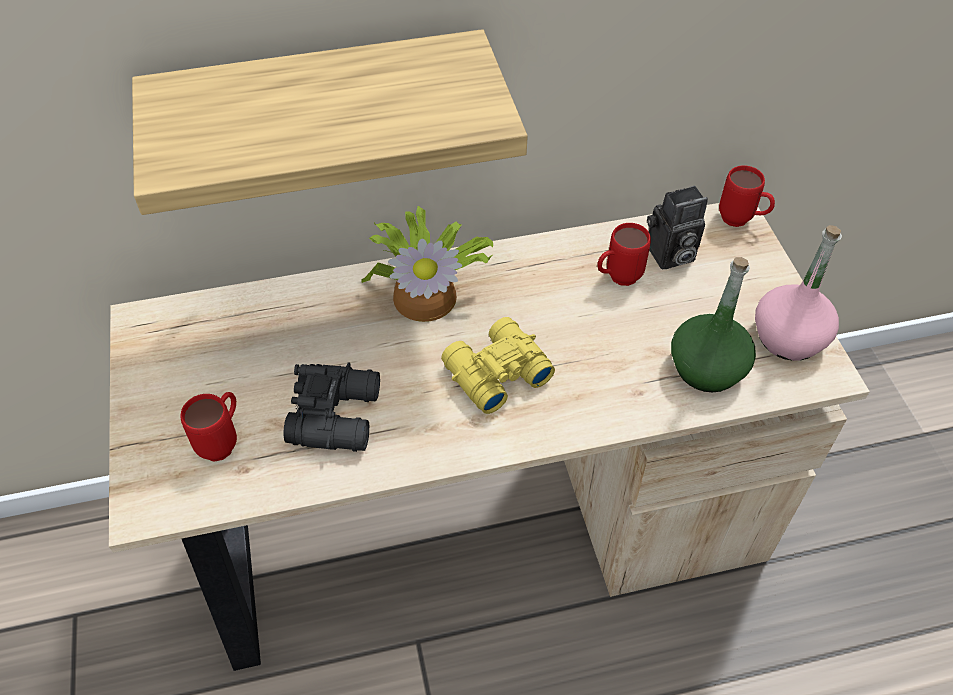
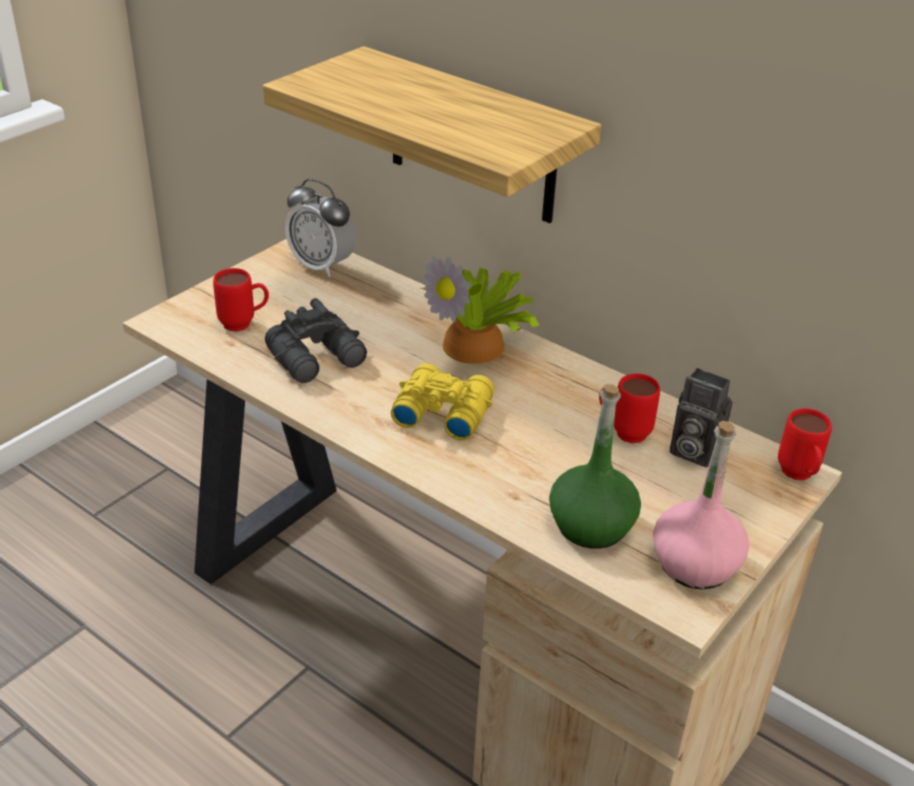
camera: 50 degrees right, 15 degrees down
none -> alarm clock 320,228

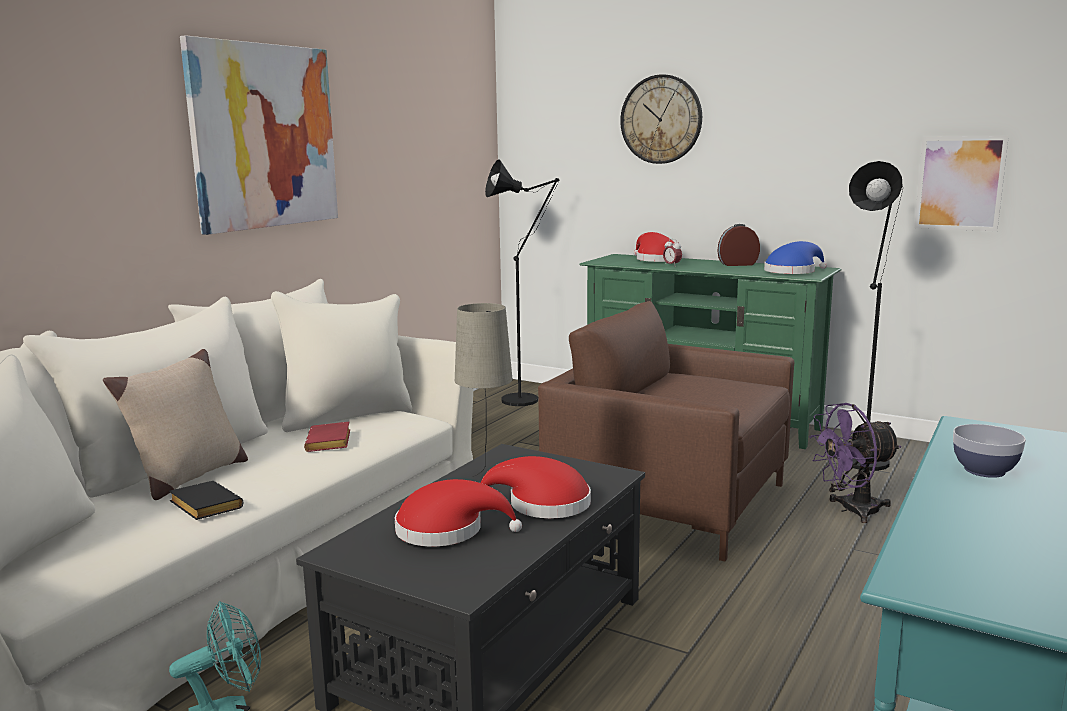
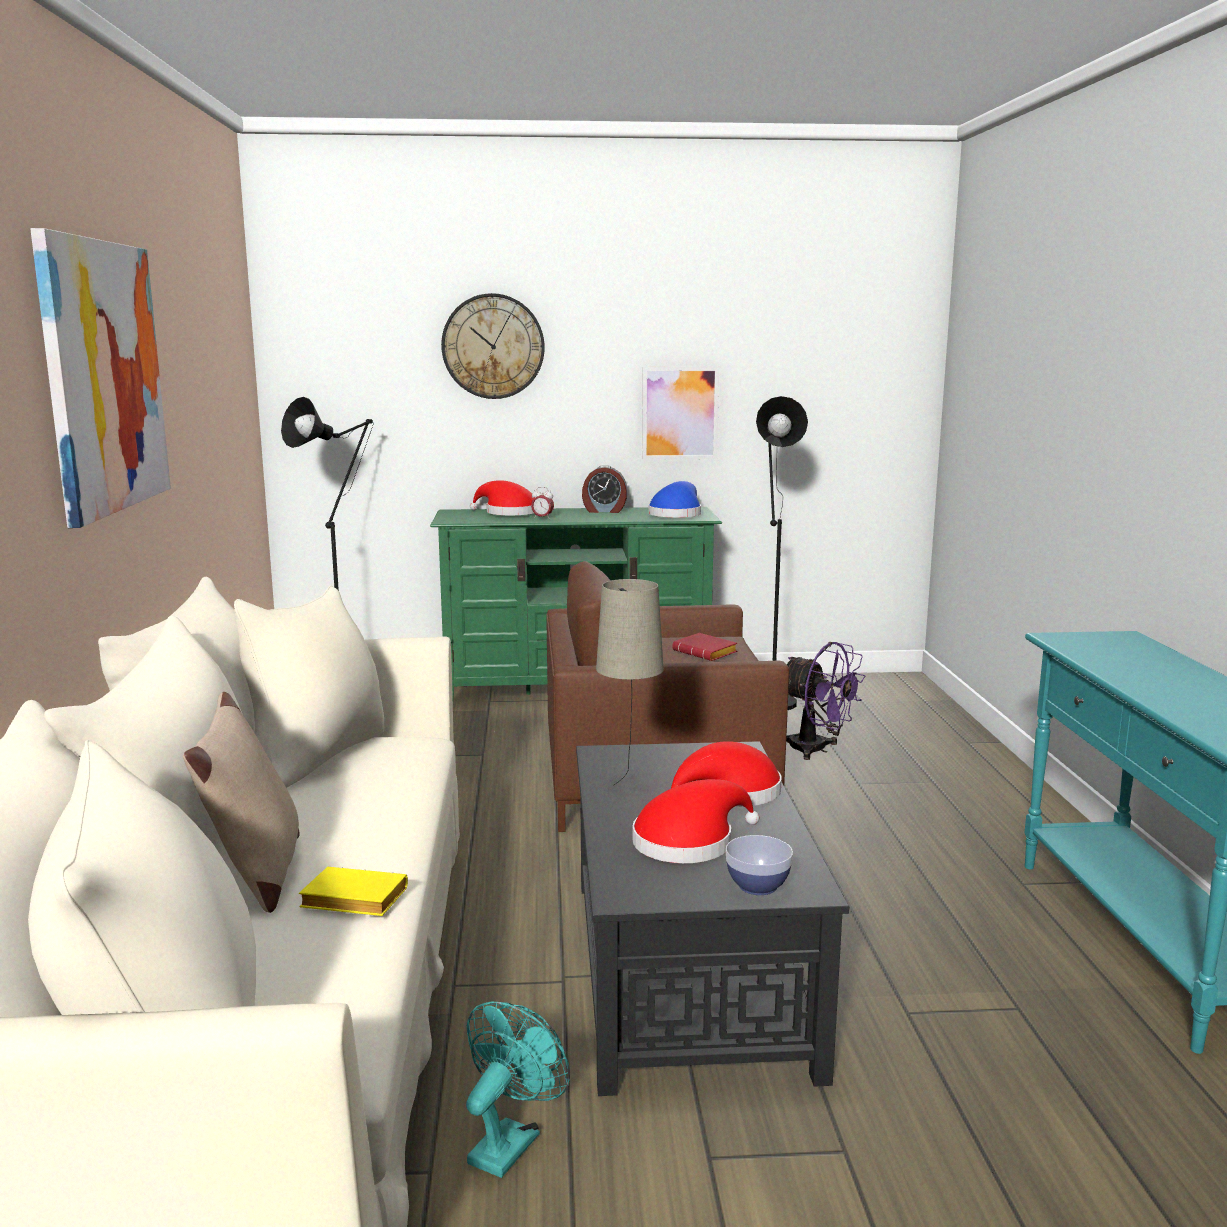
camera: 35 degrees left, 0 degrees up
book in black 206,500 -> book in yellow 353,891
book in red 327,437 -> book in red 704,647, shifted
alarm clock 738,245 -> alarm clock 605,489, 135 degrees counterclockwise
fan in purple 855,463 -> fan in purple 826,701, 90 degrees counterclockwise
picture 961,183 -> picture 680,413, shifted
bowl 989,451 -> bowl 759,865, shifted

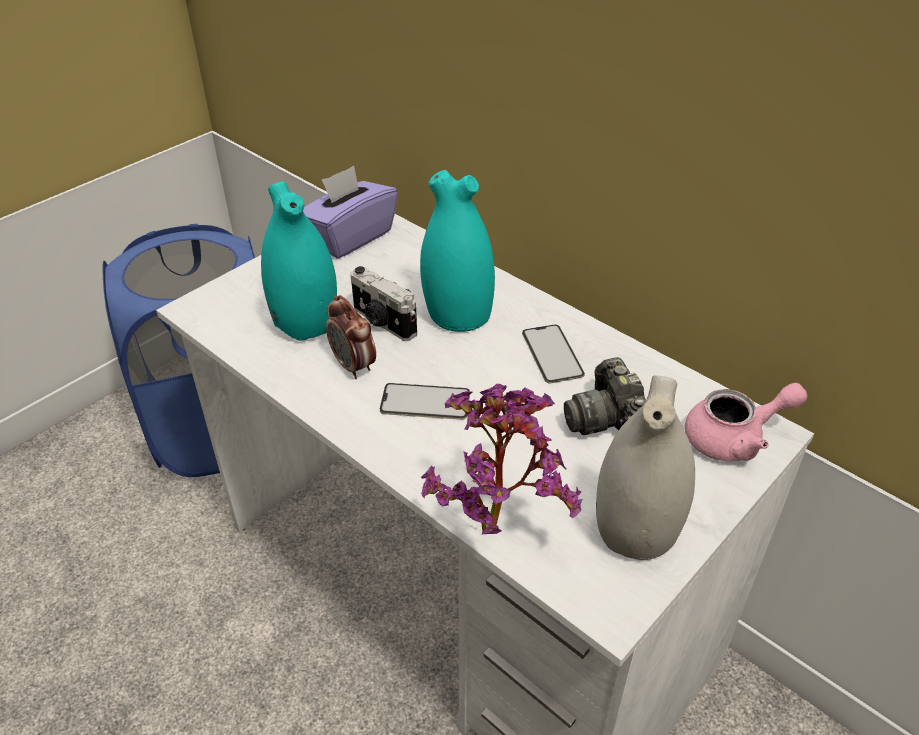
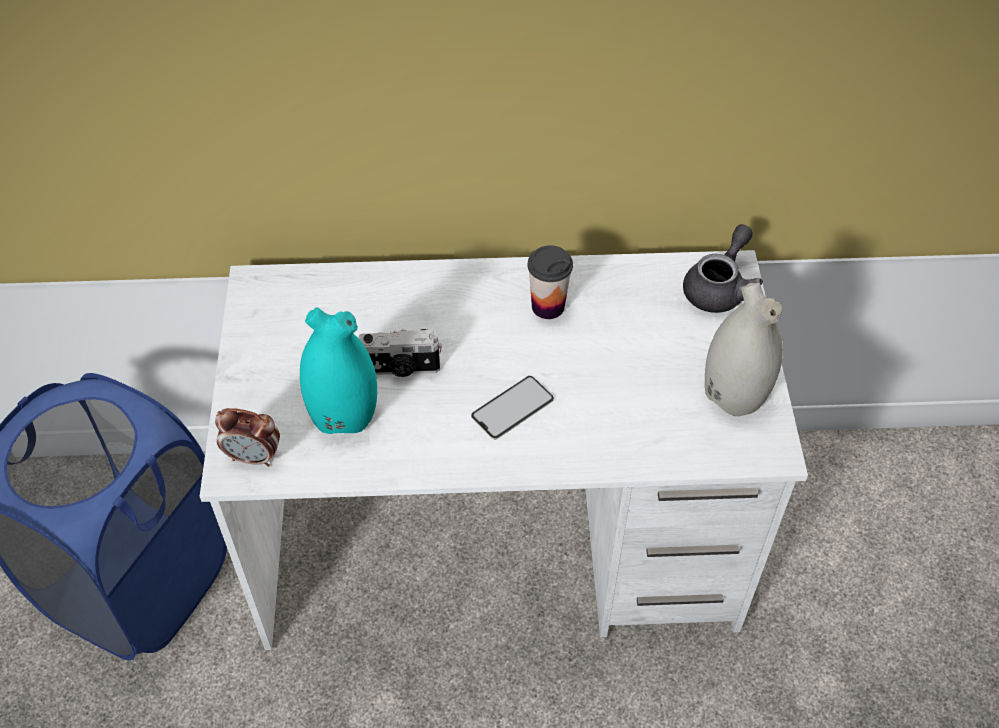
camera: 45 degrees left, 10 degrees up
tissue box in purple 350,212 -> none
alarm clock 351,337 -> alarm clock 247,437, shifted
vase in turquoise 457,251 -> none
potted plant 501,459 -> none
phone 553,354 -> cup 550,282
photo camera 605,396 -> none
teapot in pink 746,422 -> teapot in grey 723,268

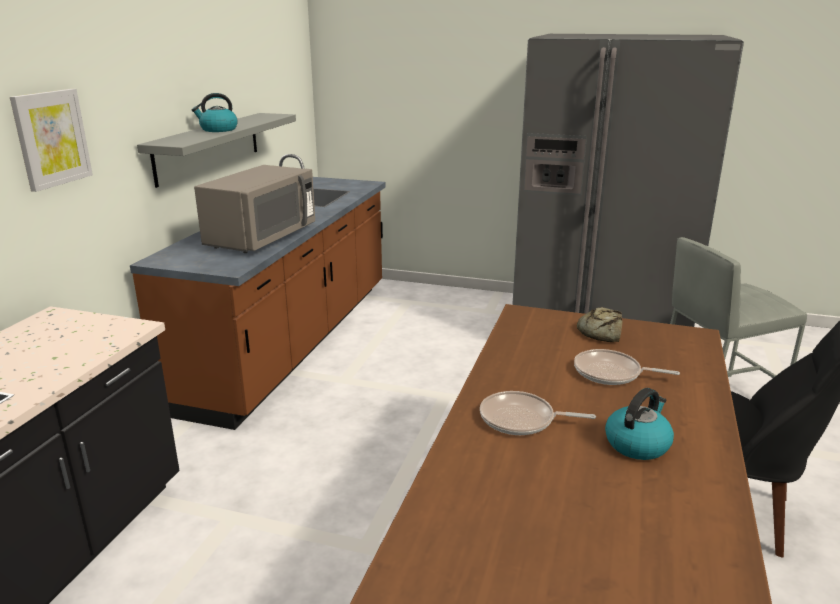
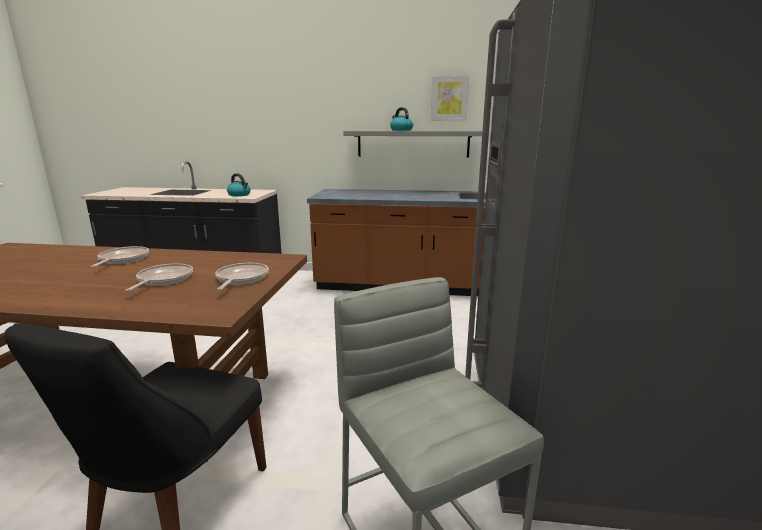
camera: 80 degrees right, 5 degrees down
picture 51,140 -> picture 450,98, shifted
microwave in grey 254,209 -> none
bread 600,324 -> frying pan 242,276
kettle 639,424 -> kettle 238,184, shifted

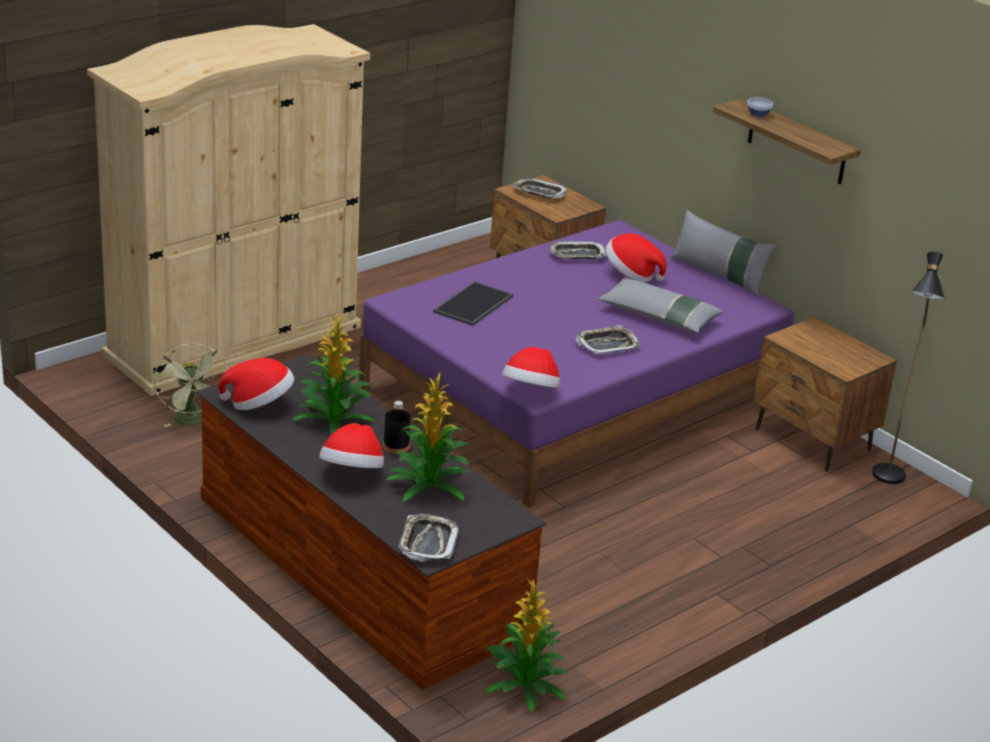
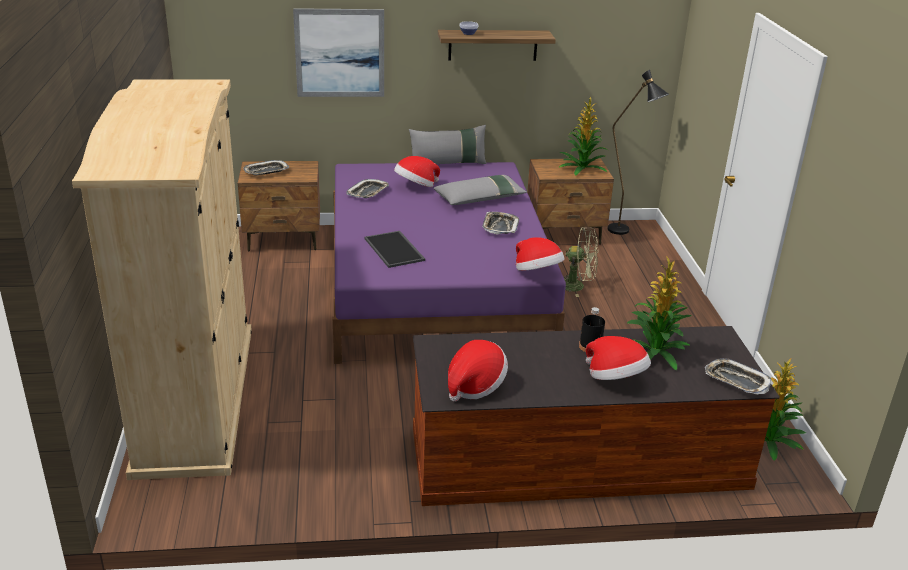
camera: 55 degrees left, 0 degrees up
fan in green 191,385 -> fan in green 581,262, shifted
potted plant 333,374 -> potted plant 583,136, shifted
none -> picture 338,52

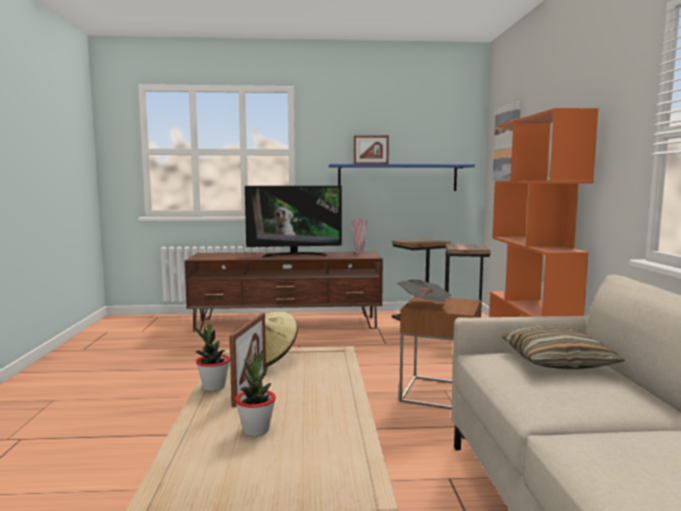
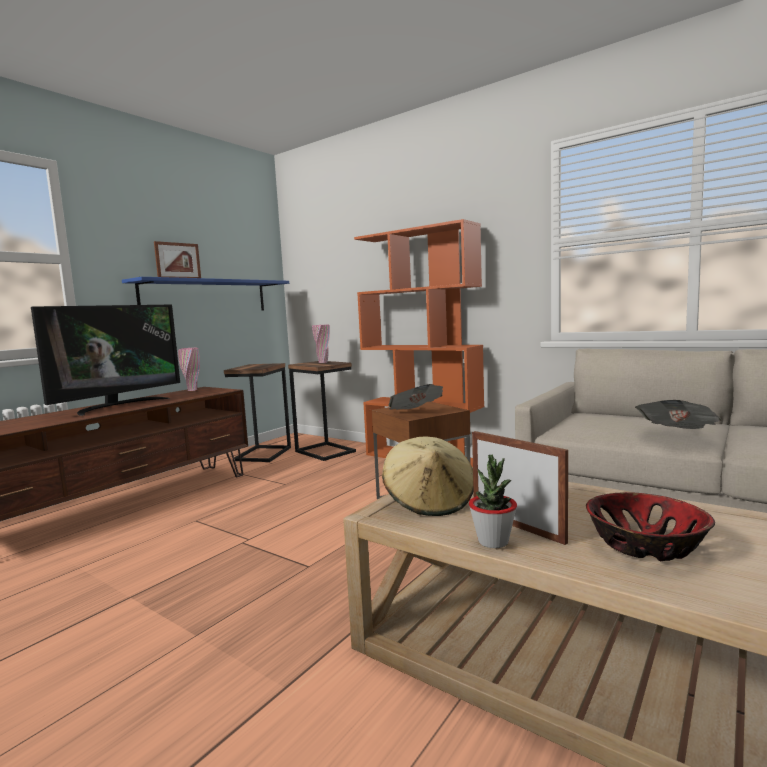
camera: 50 degrees left, 0 degrees up
potted plant 255,393 -> bowl 650,526
picture 506,140 -> none
pillow 563,347 -> none
none -> vase in pink 321,344
none -> newspaper 678,414

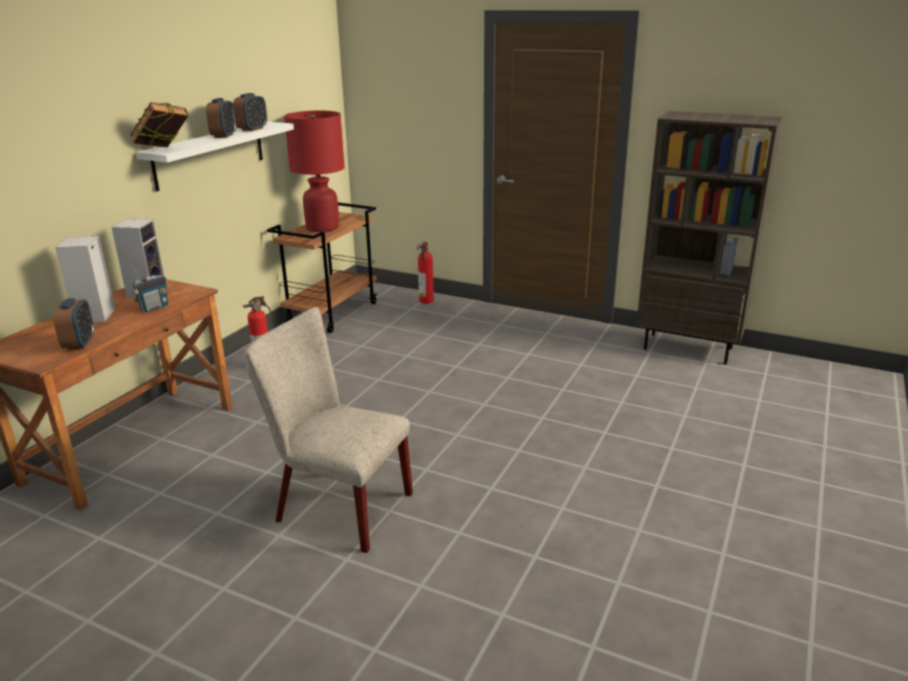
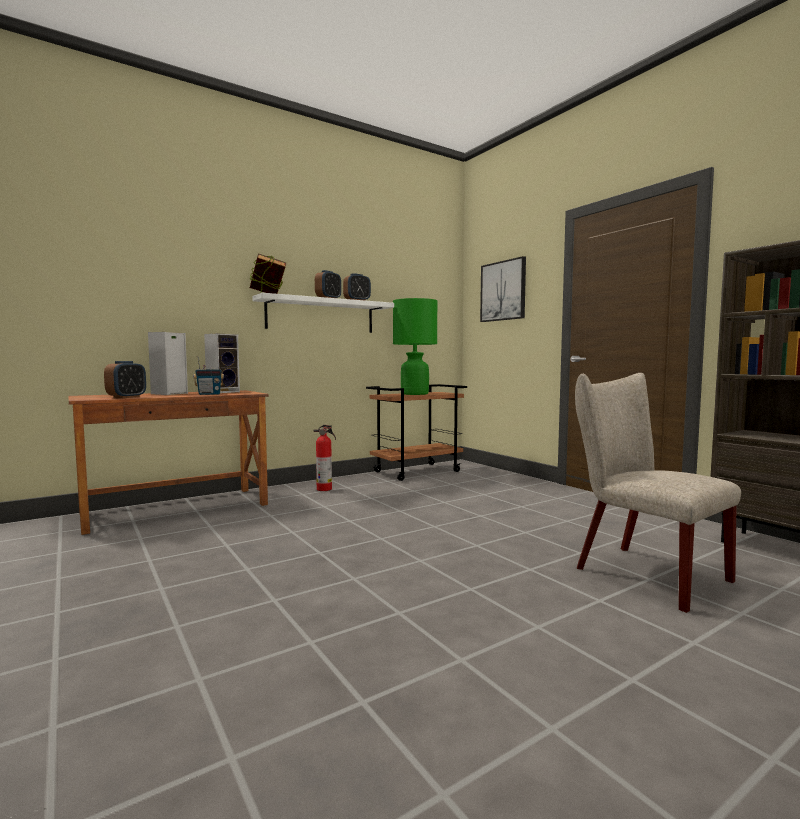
camera: 30 degrees right, 20 degrees down
chair in beige 328,430 -> chair in beige 658,493, shifted
table lamp in red 314,171 -> table lamp in green 415,346
fire extinguisher 425,272 -> none
none -> picture 503,289

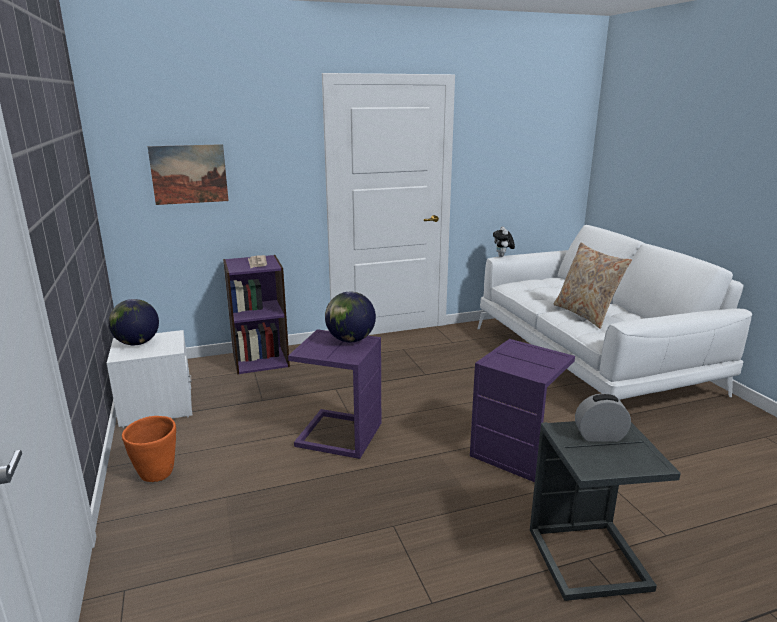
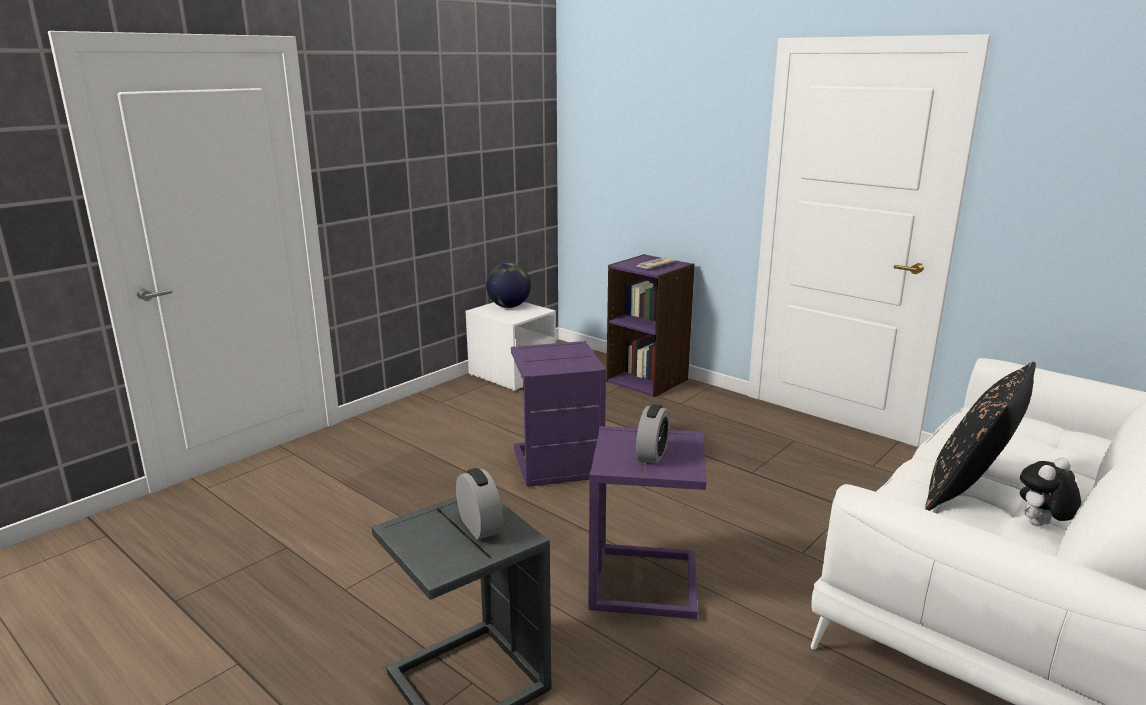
camera: 60 degrees right, 0 degrees up
planter in orange 149,449 -> none
picture 188,174 -> none
globe 350,317 -> none
plush toy 504,242 -> plush toy 1050,491, shifted
pillow in beige 592,286 -> pillow in black 980,436
none -> alarm clock 653,434

